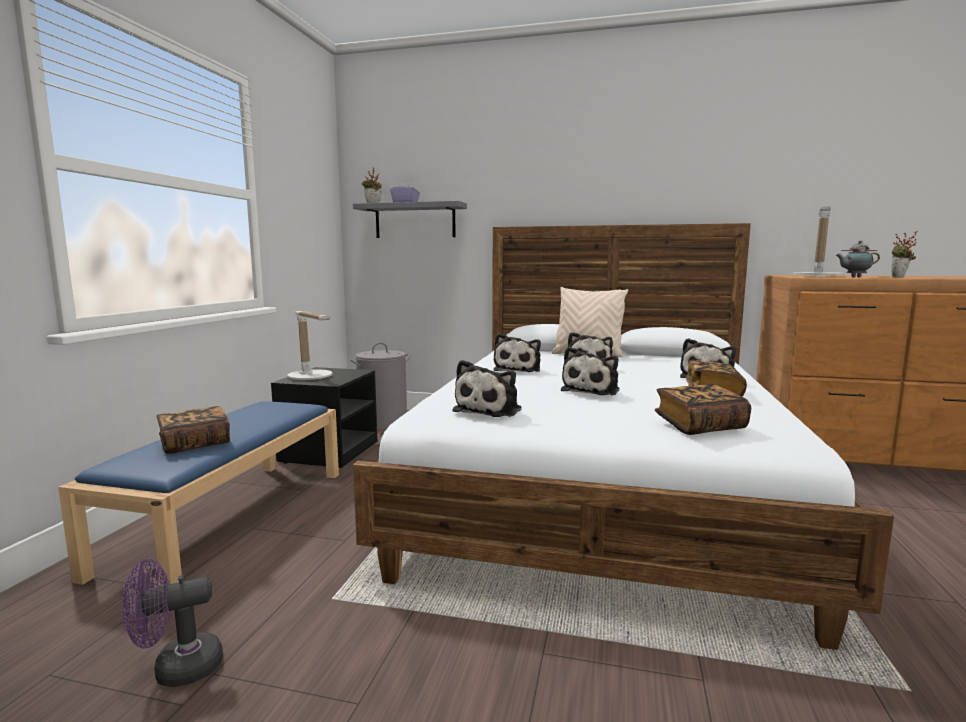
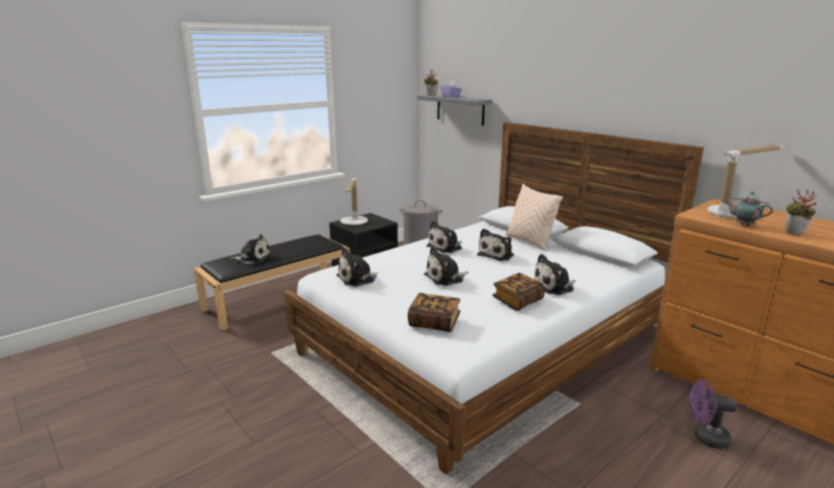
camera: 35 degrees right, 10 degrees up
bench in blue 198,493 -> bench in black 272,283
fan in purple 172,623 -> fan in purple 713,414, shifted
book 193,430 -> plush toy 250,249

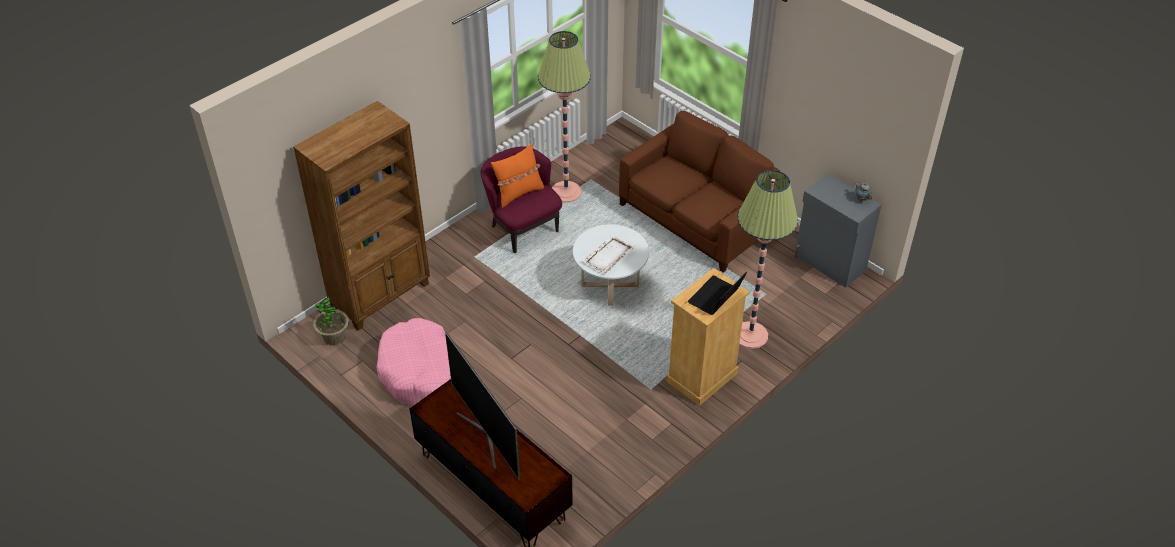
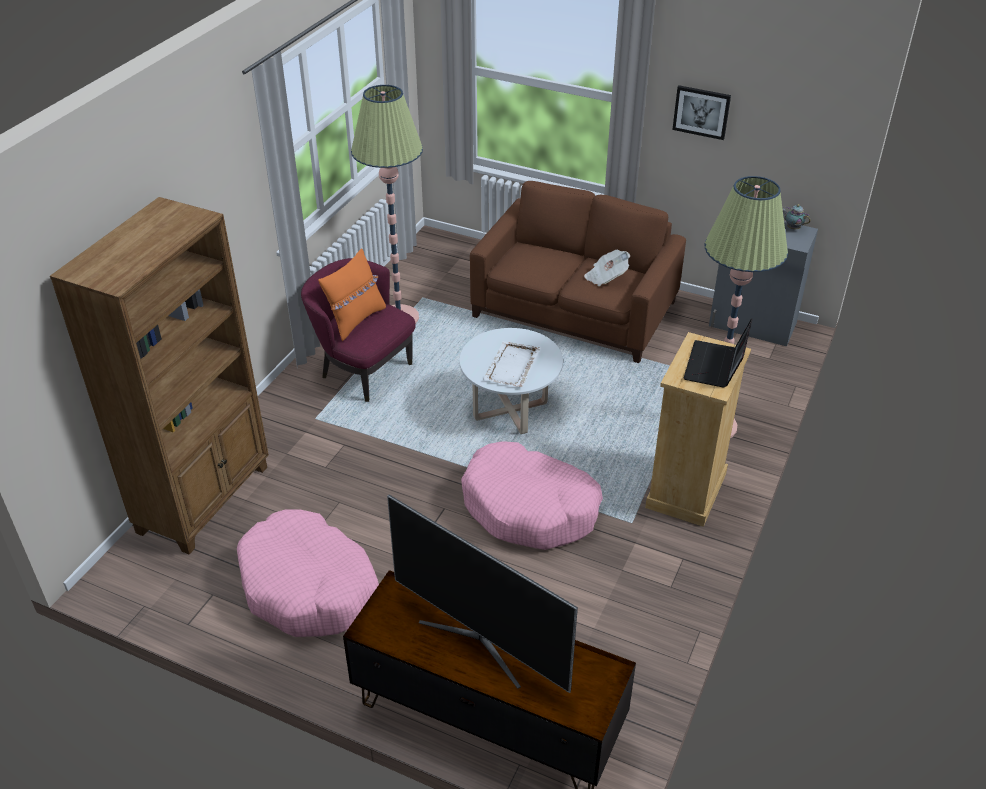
camera: 20 degrees left, 5 degrees down
potted plant 331,321 -> none
none -> dog bed in pink 532,495
none -> newspaper 607,268
none -> picture 701,112

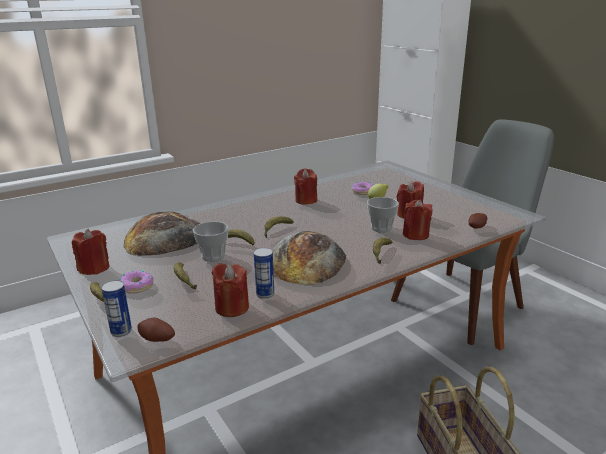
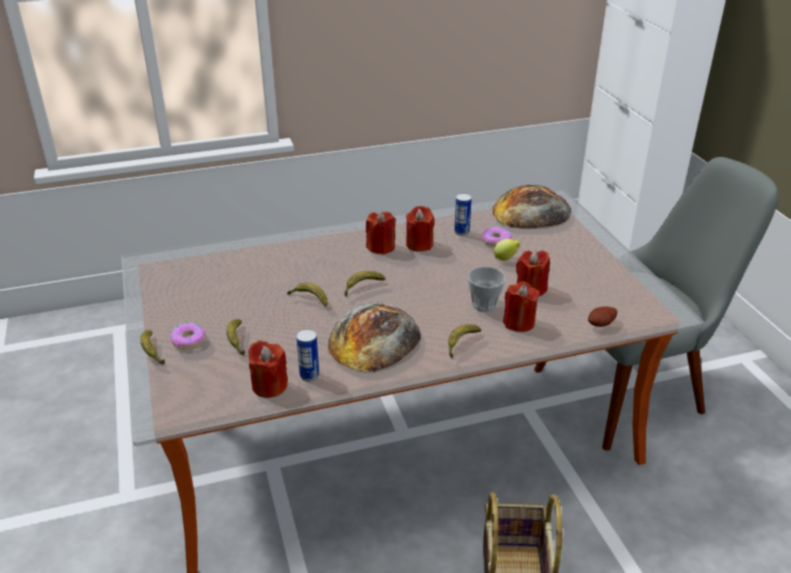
camera: 15 degrees right, 10 degrees up
candle in red 90,251 -> candle in red 381,232, shifted
can 116,308 -> can 463,214, shifted
bread 162,233 -> bread 531,206, shifted
potato 156,330 -> none
cup 211,241 -> none

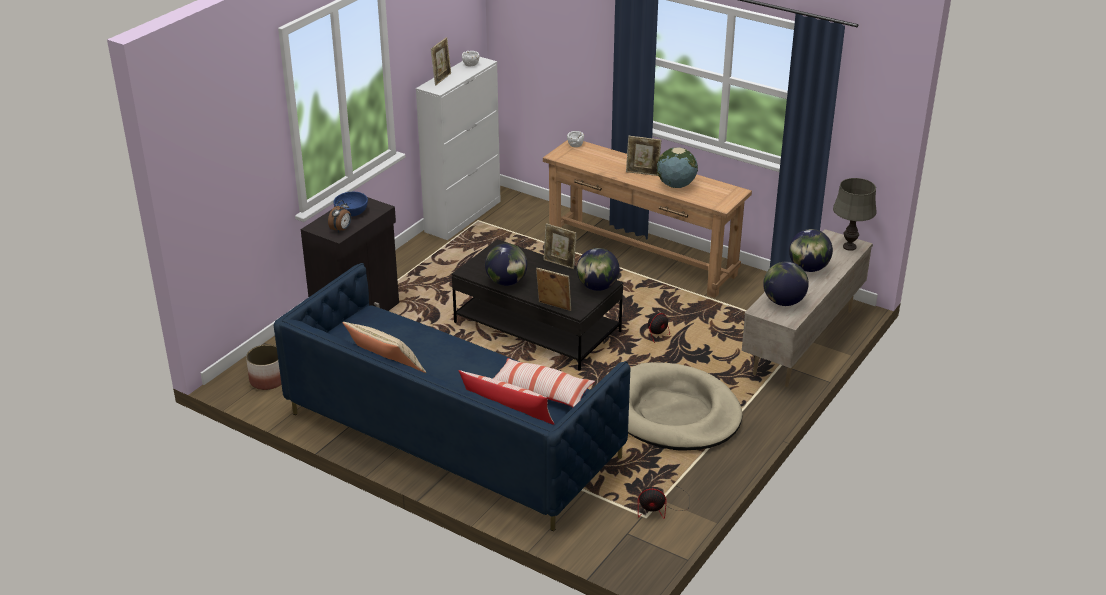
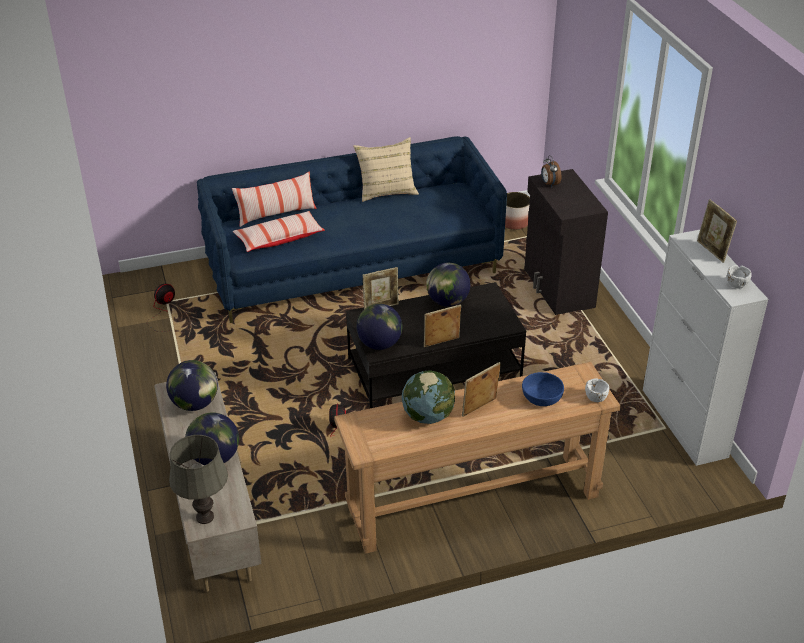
camera: 130 degrees right, 5 degrees up
bowl in blue 351,204 -> bowl in blue 543,389, shifted
dog bed in beige 685,406 -> none

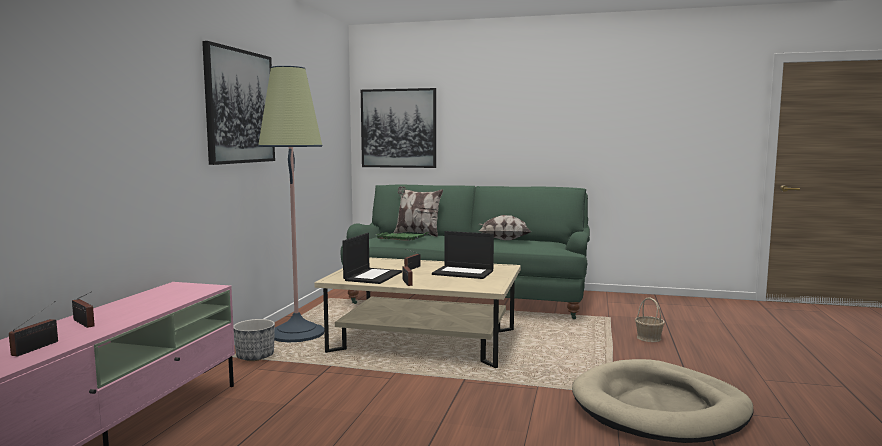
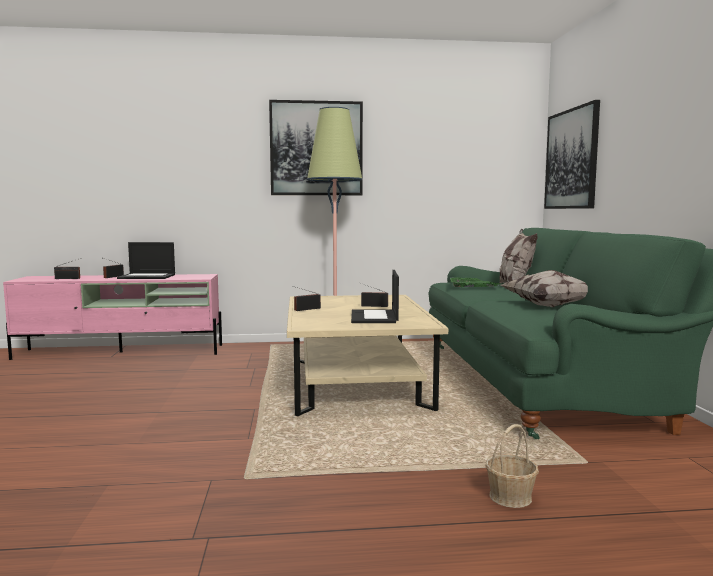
camera: 70 degrees right, 0 degrees up
planter 254,340 -> none
laptop 372,258 -> laptop 146,260, shifted
dog bed in beige 662,401 -> none

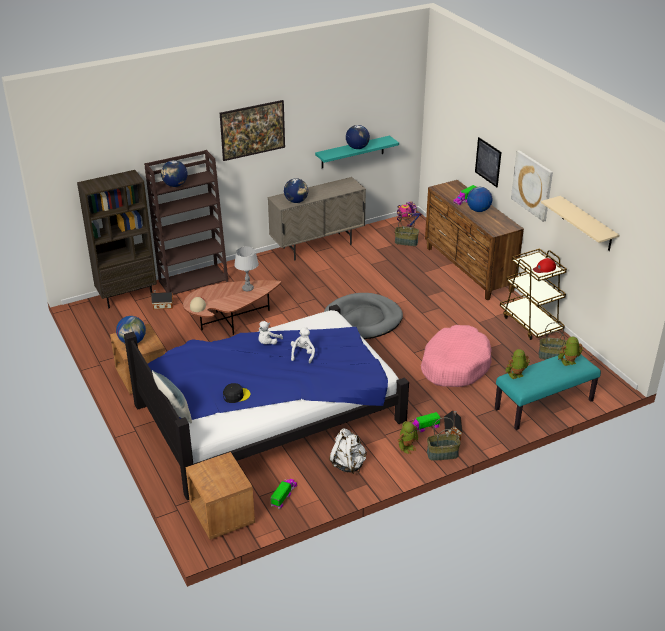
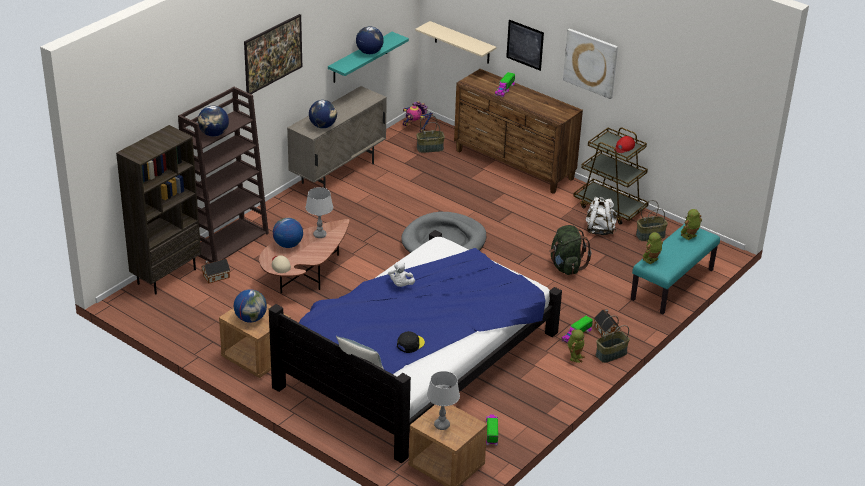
camera: 25 degrees left, 0 degrees up
plush toy in white 303,345 -> none
backpack in white 348,451 -> backpack in white 601,216, shifted
dog bed in pink 456,356 -> backpack in green 571,250
globe 479,199 -> globe 288,233, shifted
shelf in beige 580,223 -> shelf in beige 455,42, shifted
none -> table lamp in grey 443,400

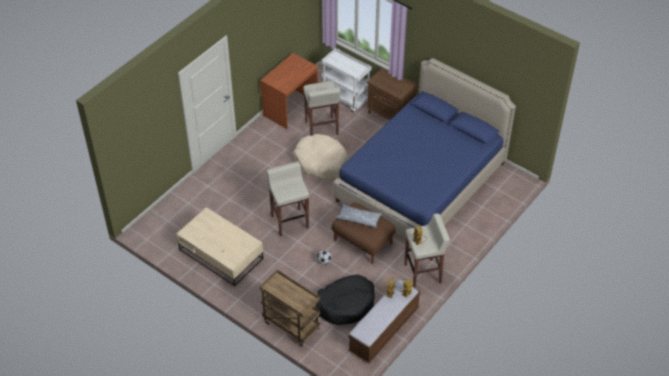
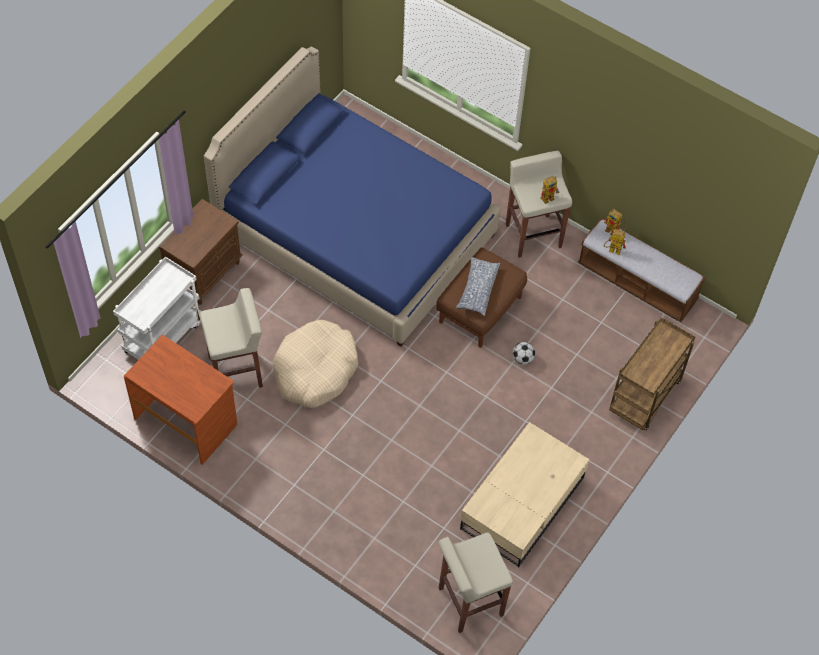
camera: 95 degrees left, 10 degrees up
stool in beige 288,199 -> stool in beige 476,582, shifted
dog bed in black 345,300 -> none

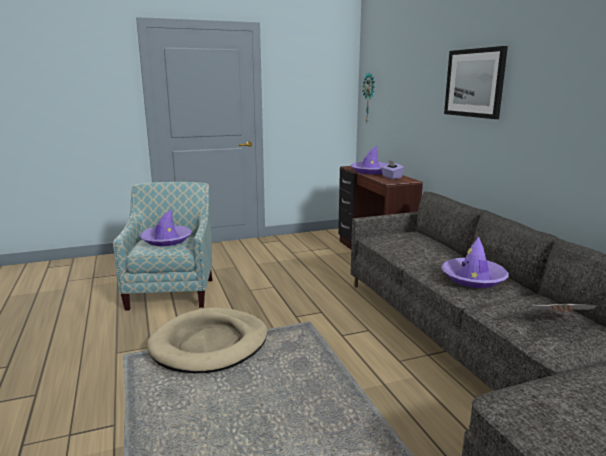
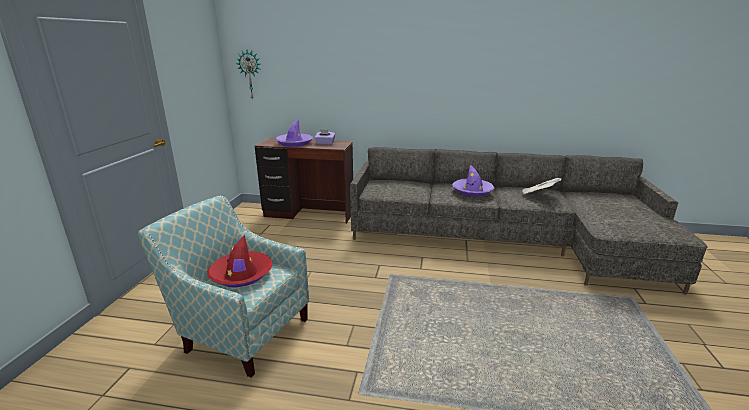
camera: 60 degrees left, 5 degrees up
hat in purple 166,227 -> hat in red 240,261
dog bed in beige 207,340 -> none
picture 476,82 -> none

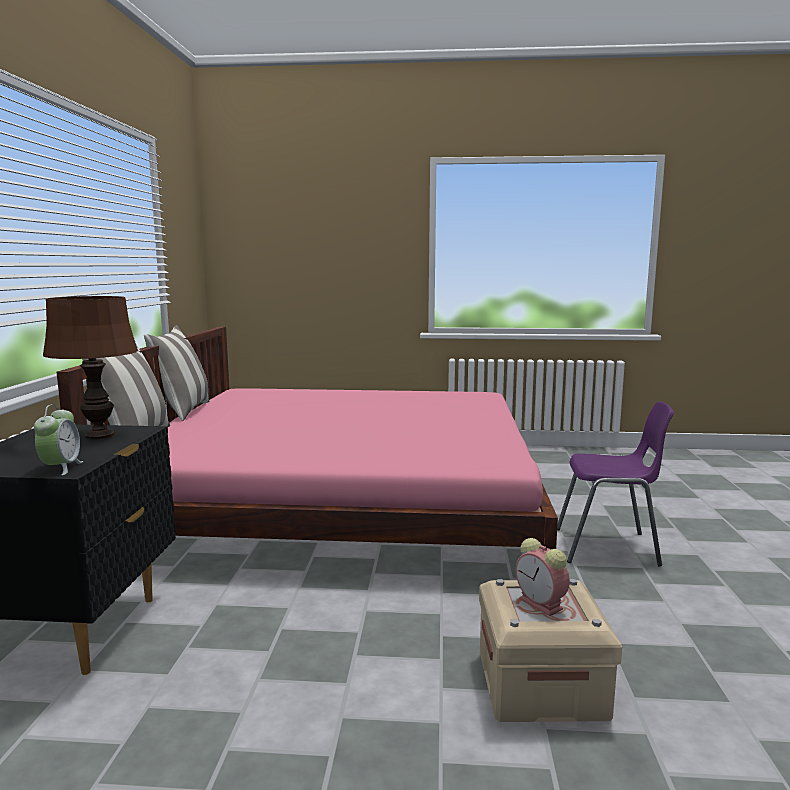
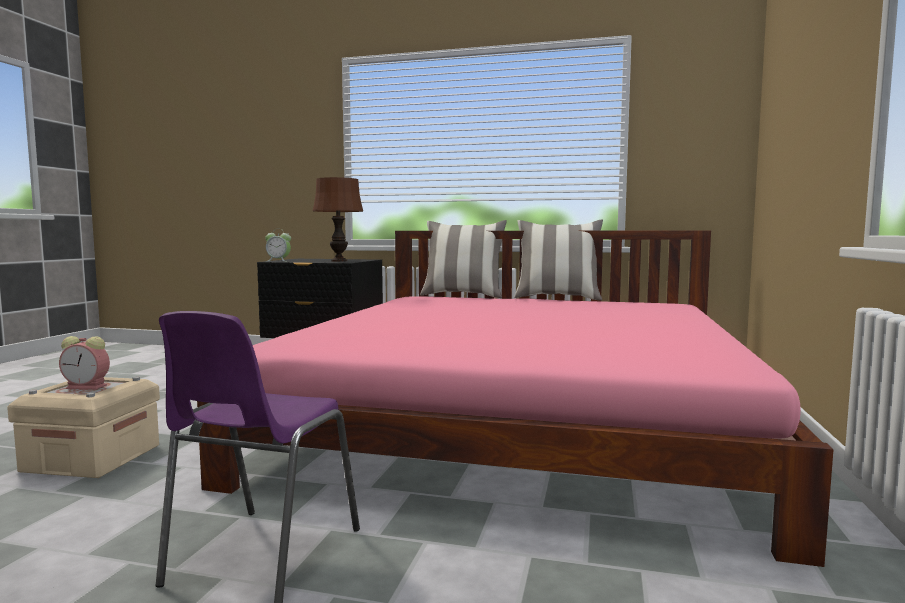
camera: 100 degrees right, 5 degrees down
alarm clock 543,577 -> alarm clock 84,363, 150 degrees counterclockwise

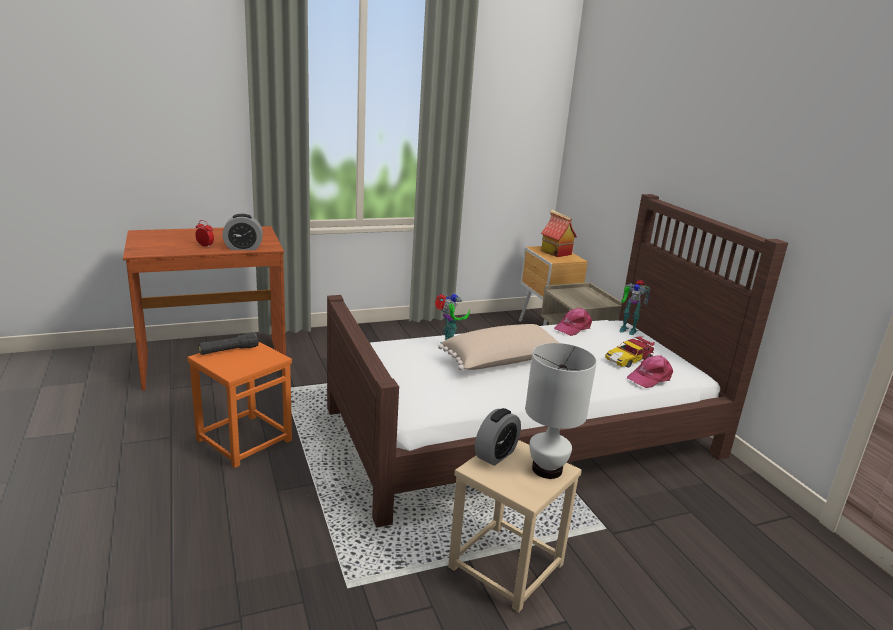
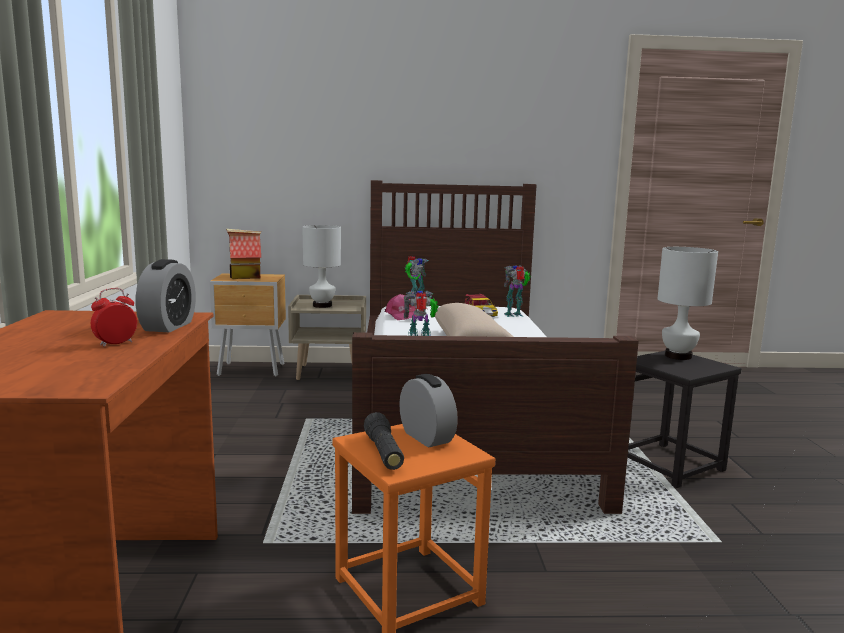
camera: 70 degrees left, 10 degrees down
stool in beige 515,526 -> stool in black 684,419
alarm clock 498,437 -> alarm clock 428,410, shifted
cap in pink 650,371 -> toy robot 517,291
none -> table lamp in white 321,266

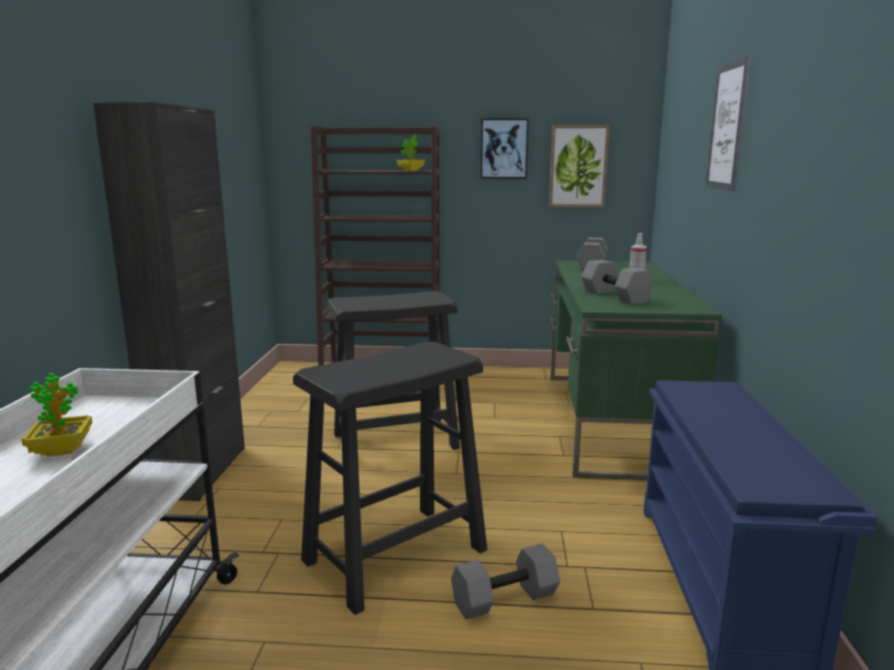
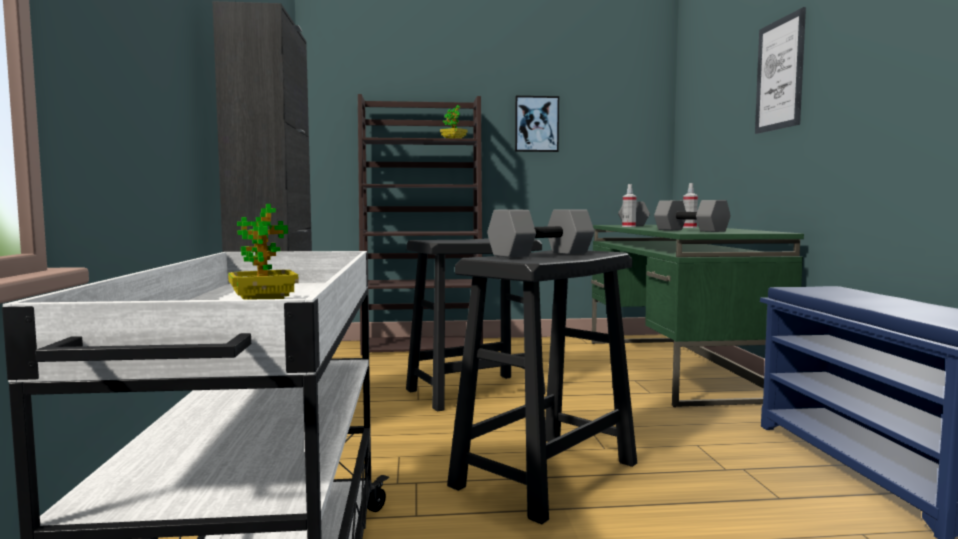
camera: 10 degrees left, 10 degrees down
dumbbell in grey 505,582 -> dumbbell in grey 540,233, shifted
picture 579,166 -> none
none -> spray bottle 629,205

